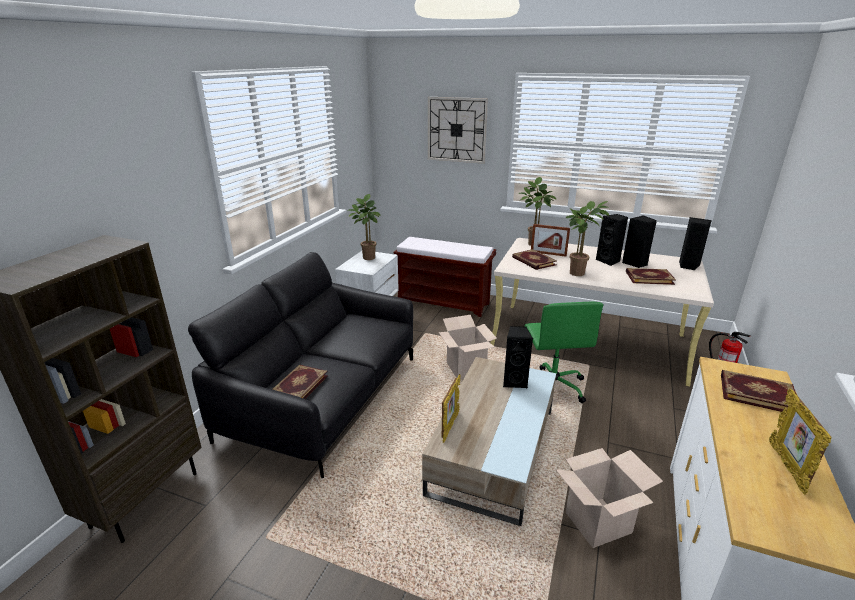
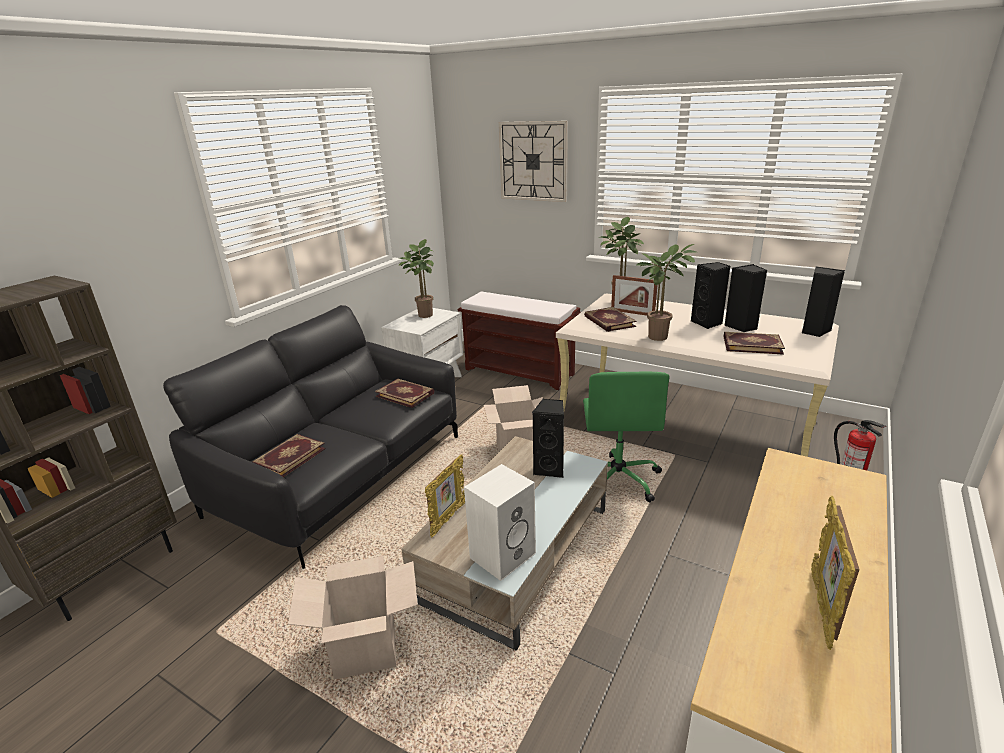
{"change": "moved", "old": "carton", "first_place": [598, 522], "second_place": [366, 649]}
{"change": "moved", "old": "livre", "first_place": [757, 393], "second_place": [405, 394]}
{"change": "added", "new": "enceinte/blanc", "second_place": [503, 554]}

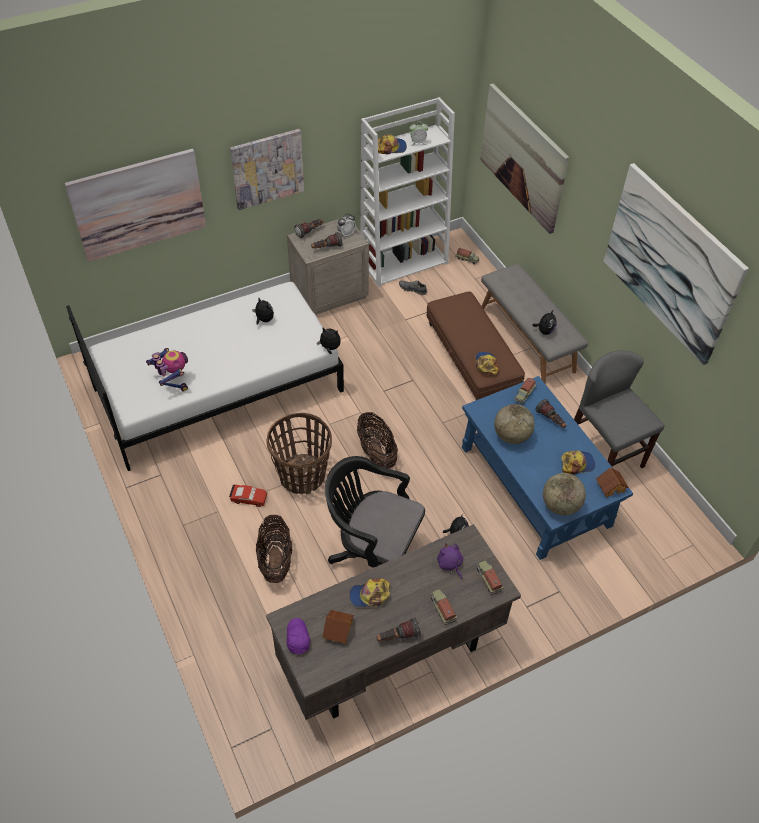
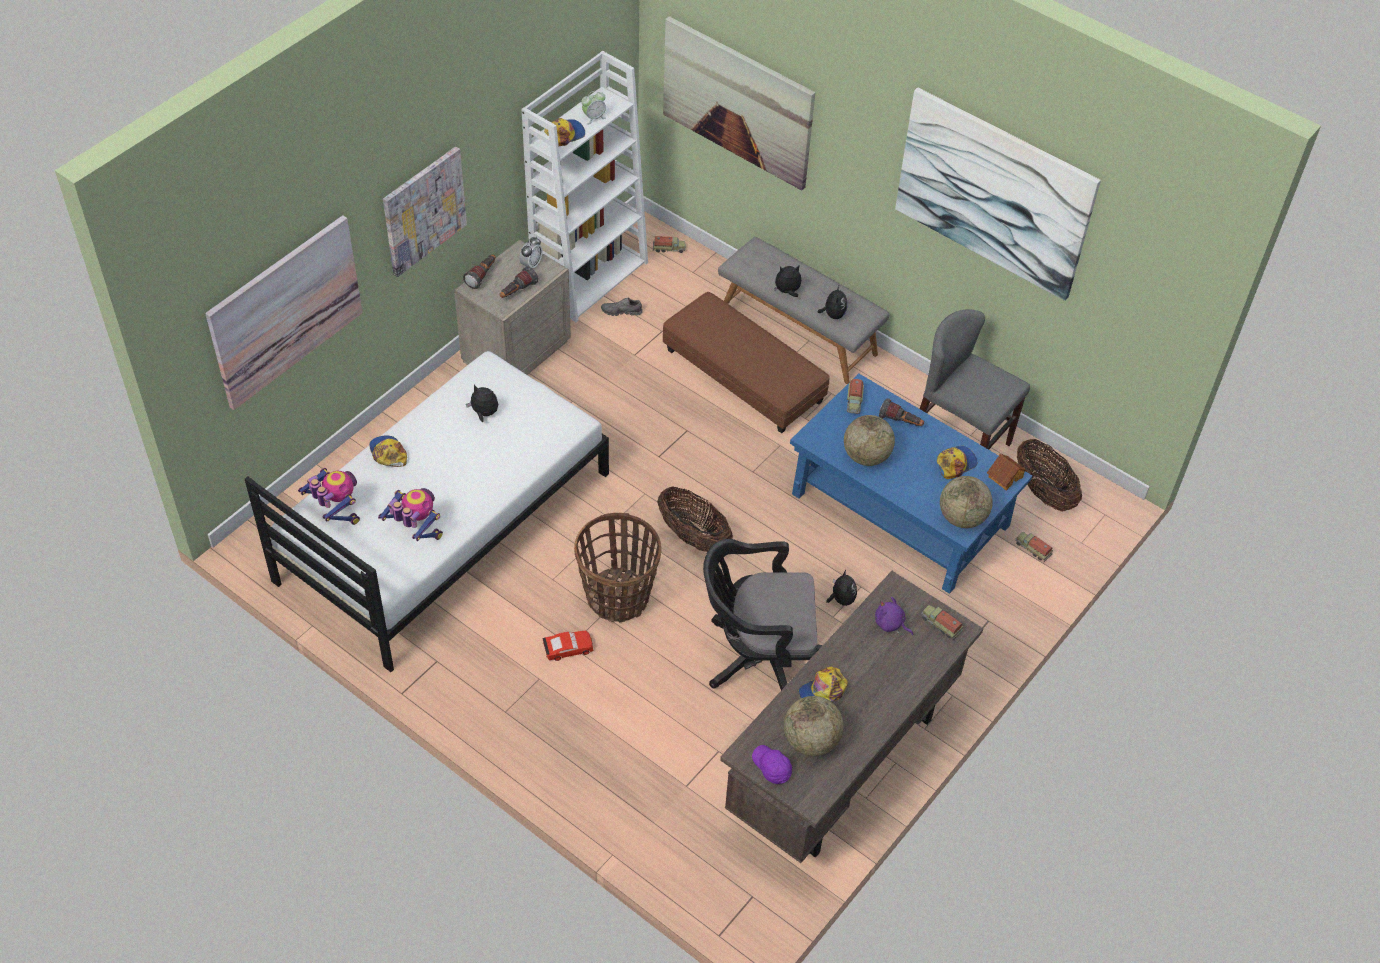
{"change": "added", "new": "robot jouet", "second_place": [335, 512]}
{"change": "moved", "old": "casquette", "first_place": [486, 364], "second_place": [388, 453]}
{"change": "moved", "old": "peluche", "first_place": [330, 348], "second_place": [787, 291]}
{"change": "replaced", "old": "maison miniature", "new": "globe", "first_place": [338, 630], "second_place": [811, 741]}
{"change": "moved", "old": "camion jouet", "first_place": [442, 608], "second_place": [1032, 549]}
{"change": "moved", "old": "panier", "first_place": [275, 560], "second_place": [1043, 492]}
{"change": "removed", "old": "lampe de poche", "first_place": [397, 637]}

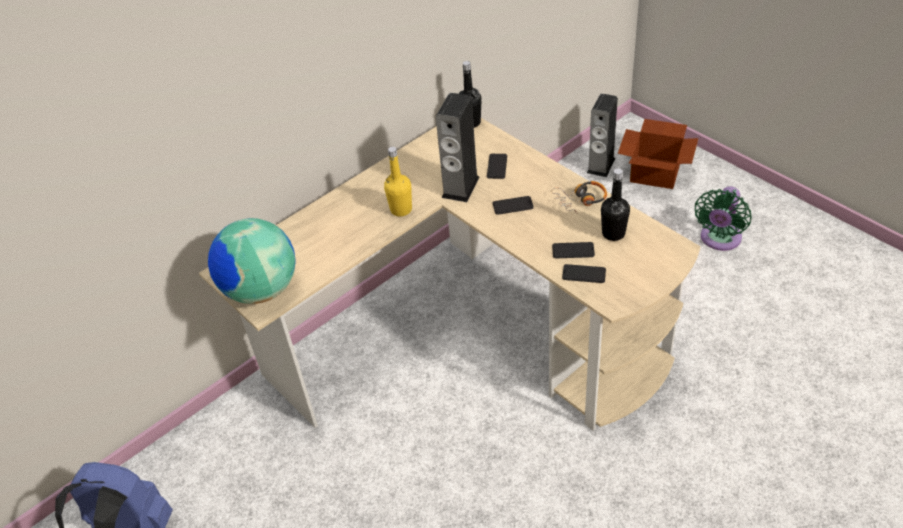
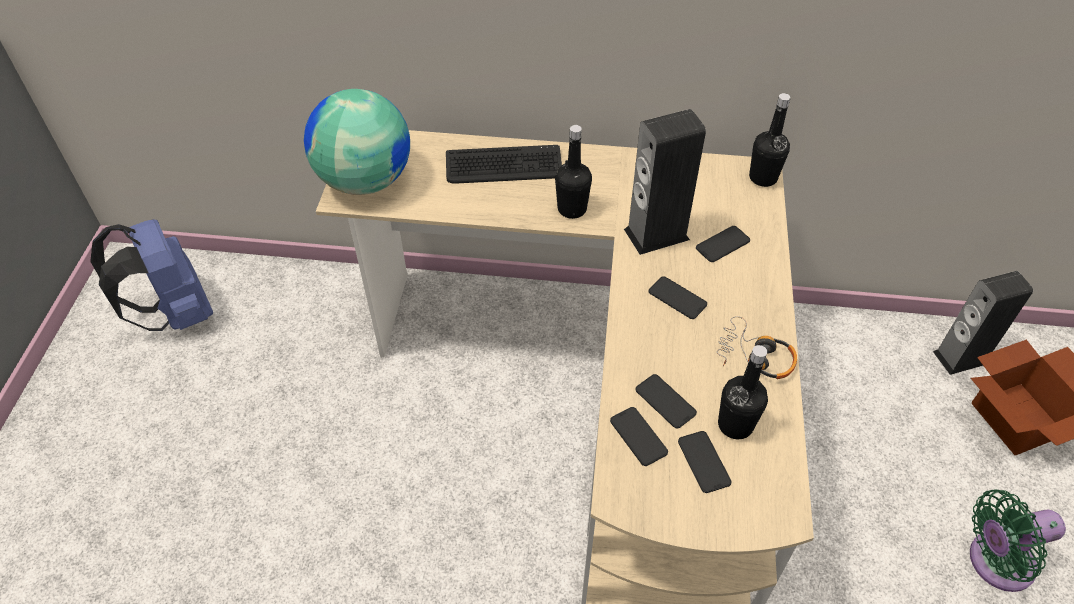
{"change": "added", "new": "clavier", "second_place": [504, 166]}
{"change": "recoloured", "old": "bouteille/jaune", "new": "bouteille/noir", "first_place": [401, 209], "second_place": [572, 209]}
{"change": "added", "new": "téléphone", "second_place": [704, 462]}

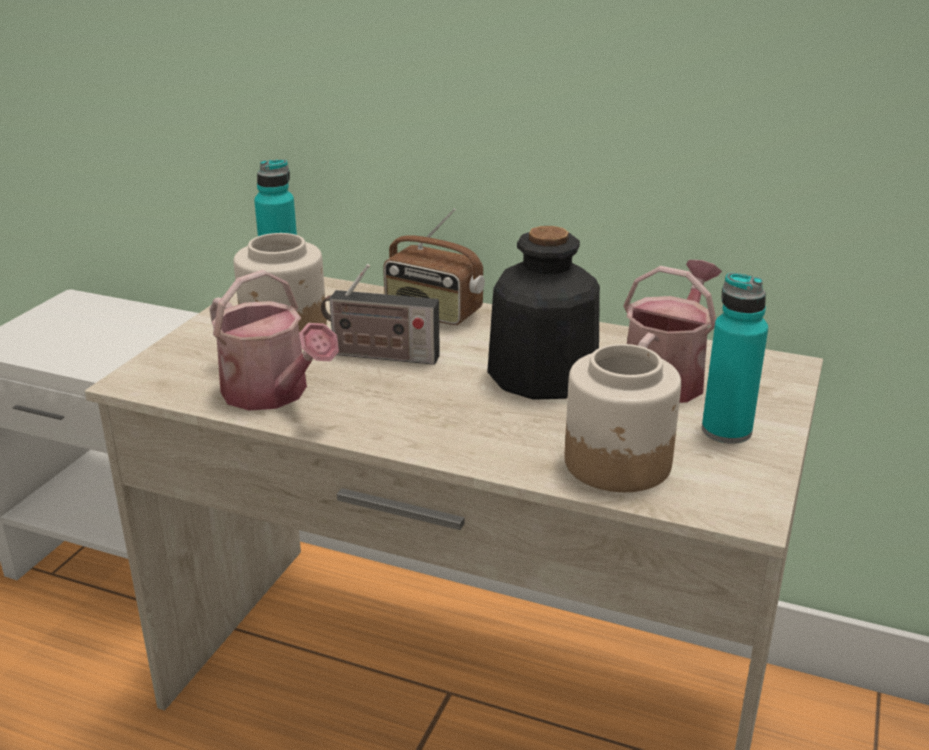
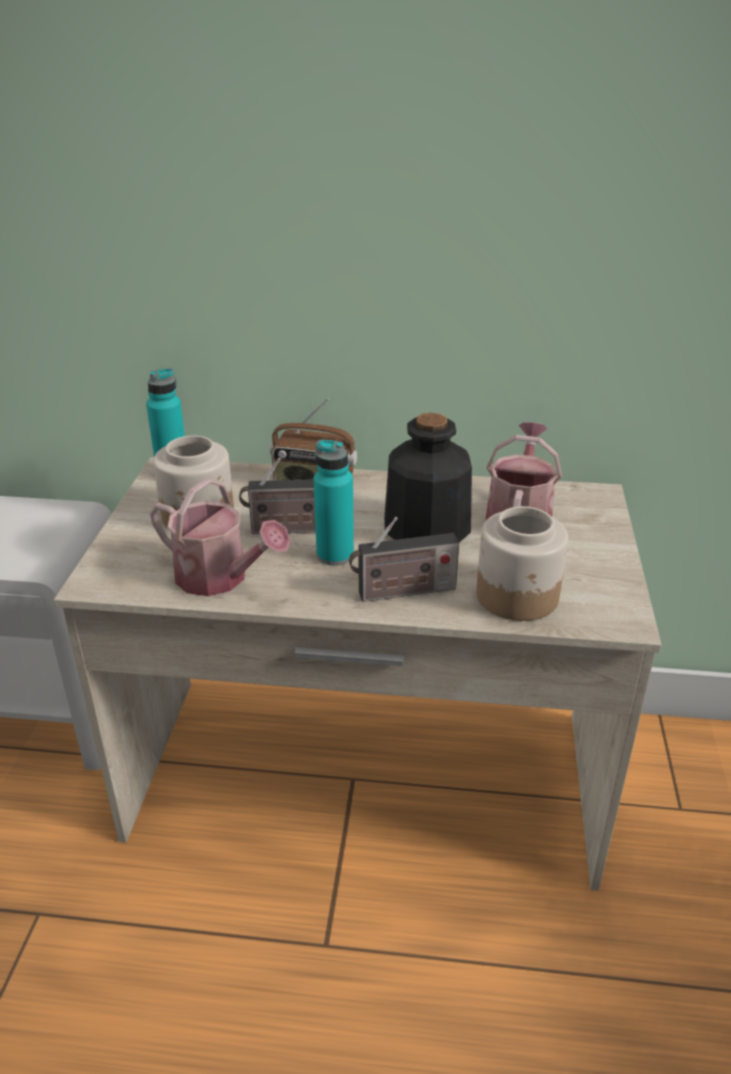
{"change": "moved", "old": "bouteille/turquoise", "first_place": [726, 431], "second_place": [335, 555]}
{"change": "added", "new": "radio", "second_place": [402, 592]}

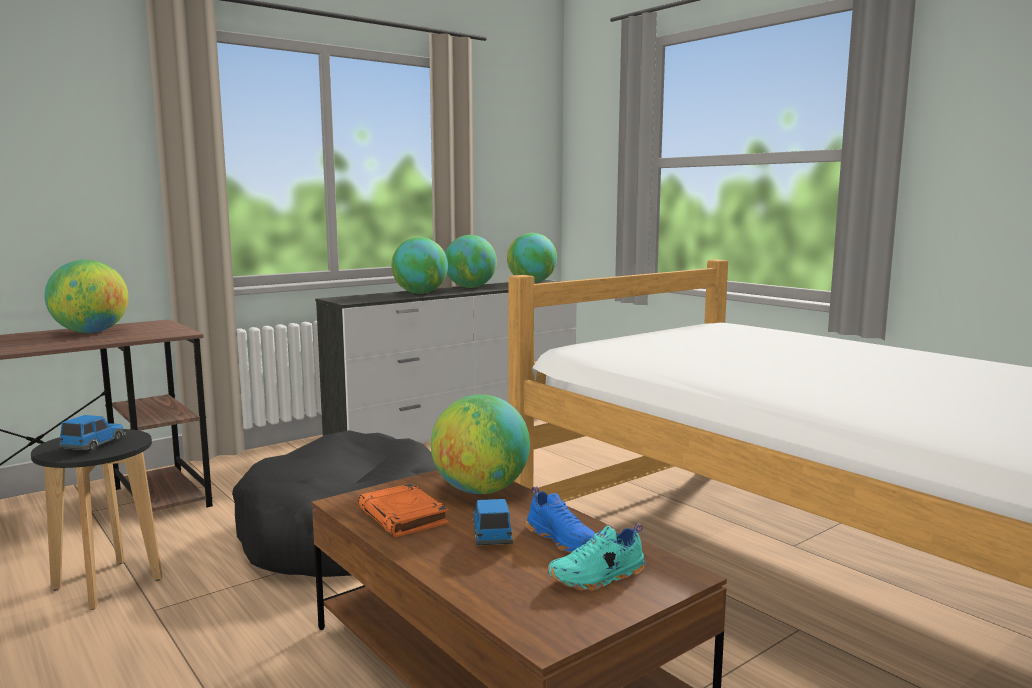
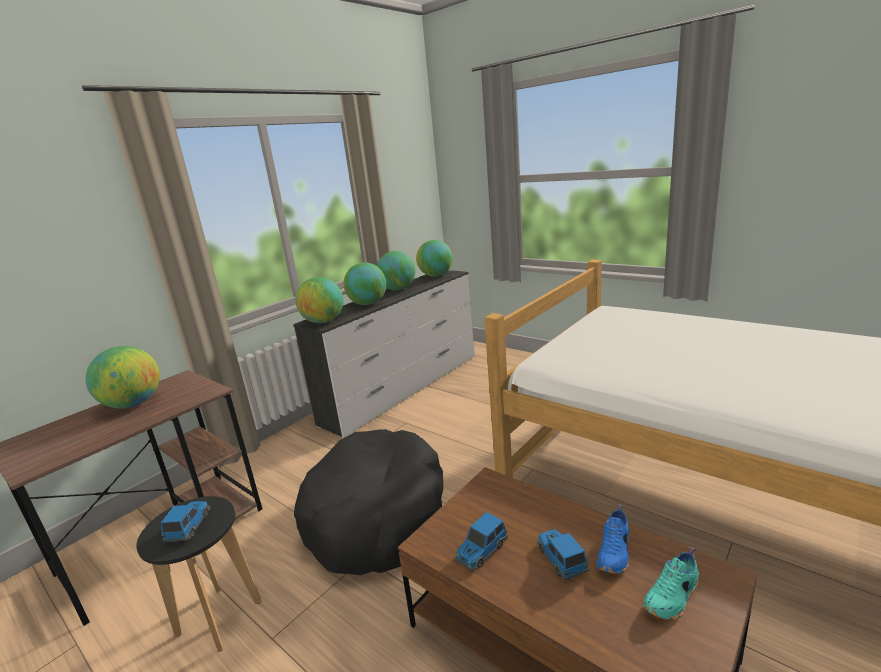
{"change": "moved", "old": "globe", "first_place": [481, 490], "second_place": [324, 322]}
{"change": "replaced", "old": "livre/orange", "new": "petite voiture", "first_place": [403, 517], "second_place": [481, 551]}
{"change": "turned", "old": "chaussure/bleu", "first_place": [563, 539], "second_place": [615, 552], "degrees": 75}

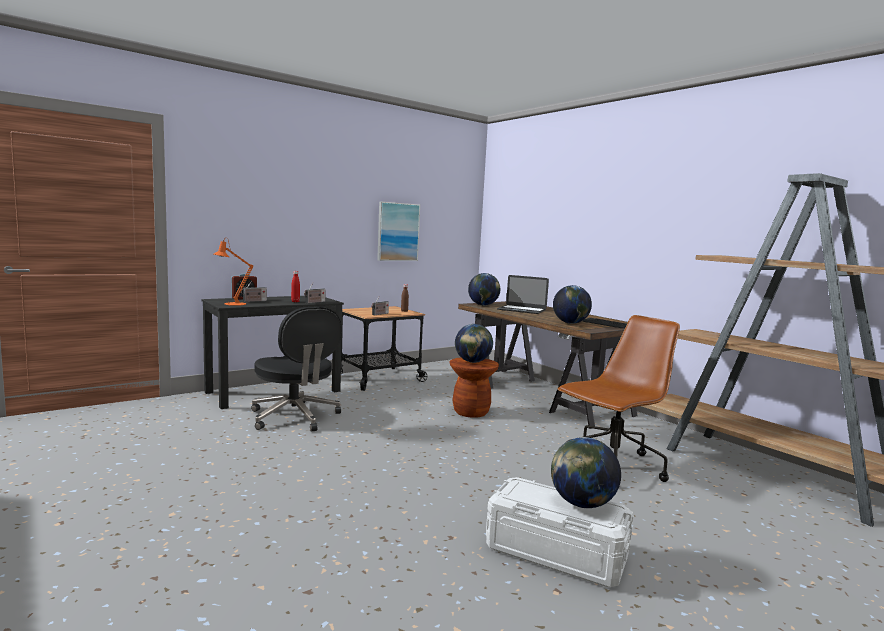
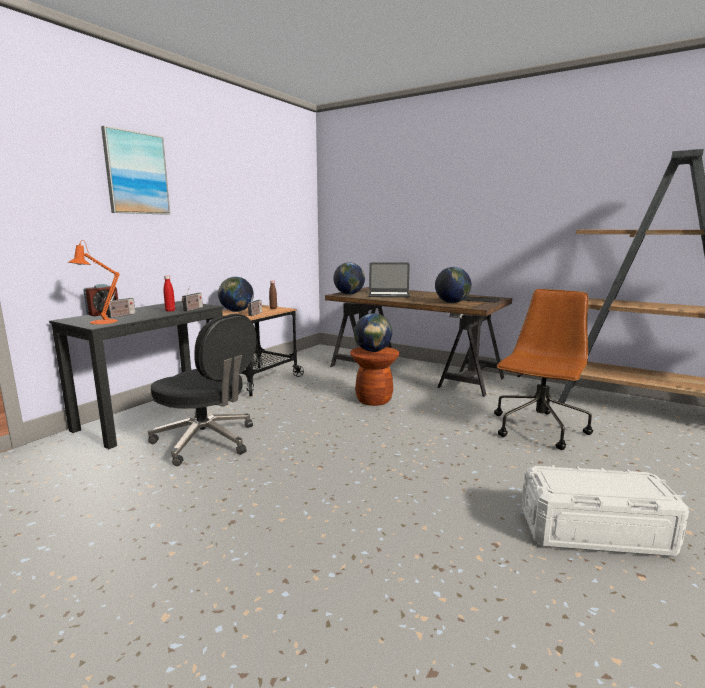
{"change": "moved", "old": "tableau", "first_place": [398, 232], "second_place": [136, 173]}
{"change": "moved", "old": "globe", "first_place": [582, 504], "second_place": [236, 311]}

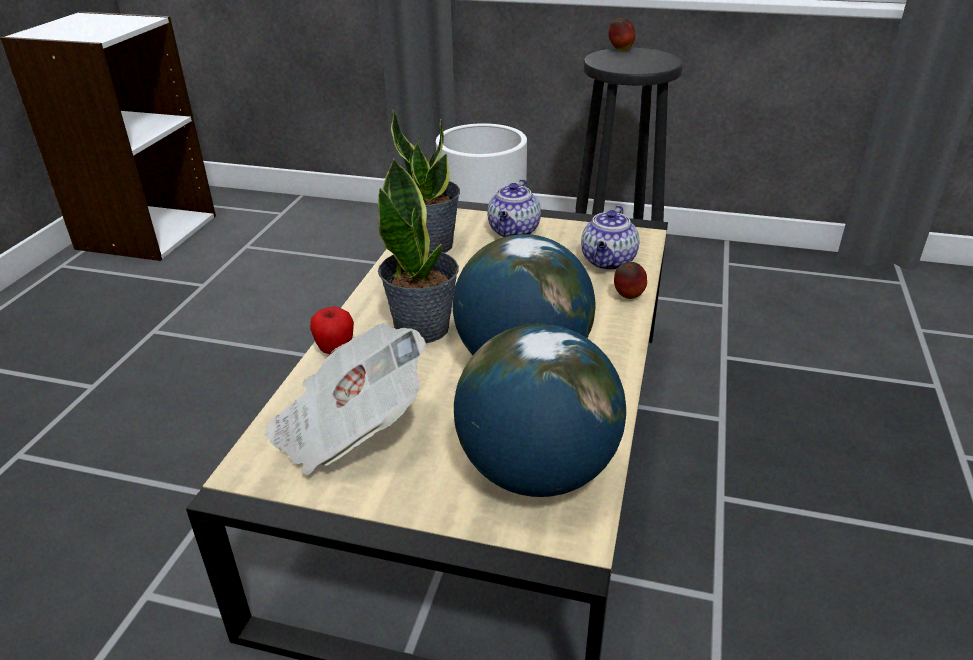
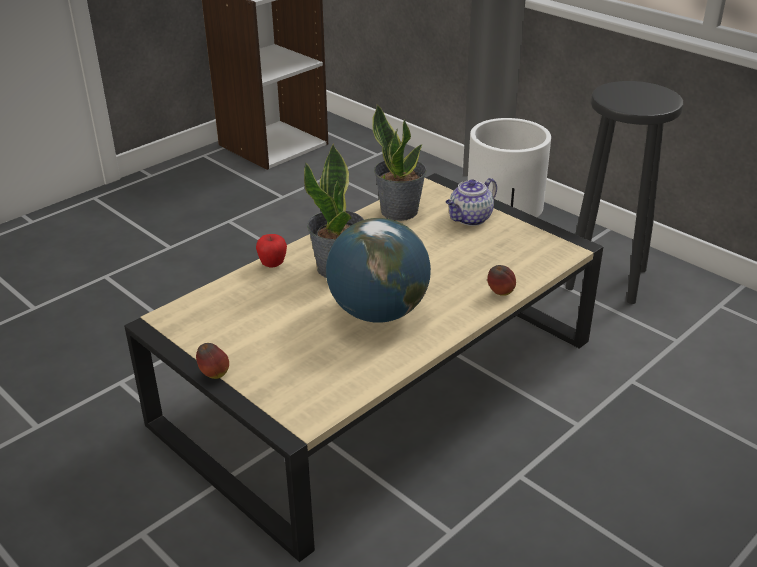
{"change": "moved", "old": "pomme", "first_place": [620, 50], "second_place": [214, 375]}
{"change": "removed", "old": "journal", "first_place": [348, 429]}
{"change": "removed", "old": "globe", "first_place": [538, 472]}
{"change": "removed", "old": "théière", "first_place": [608, 262]}

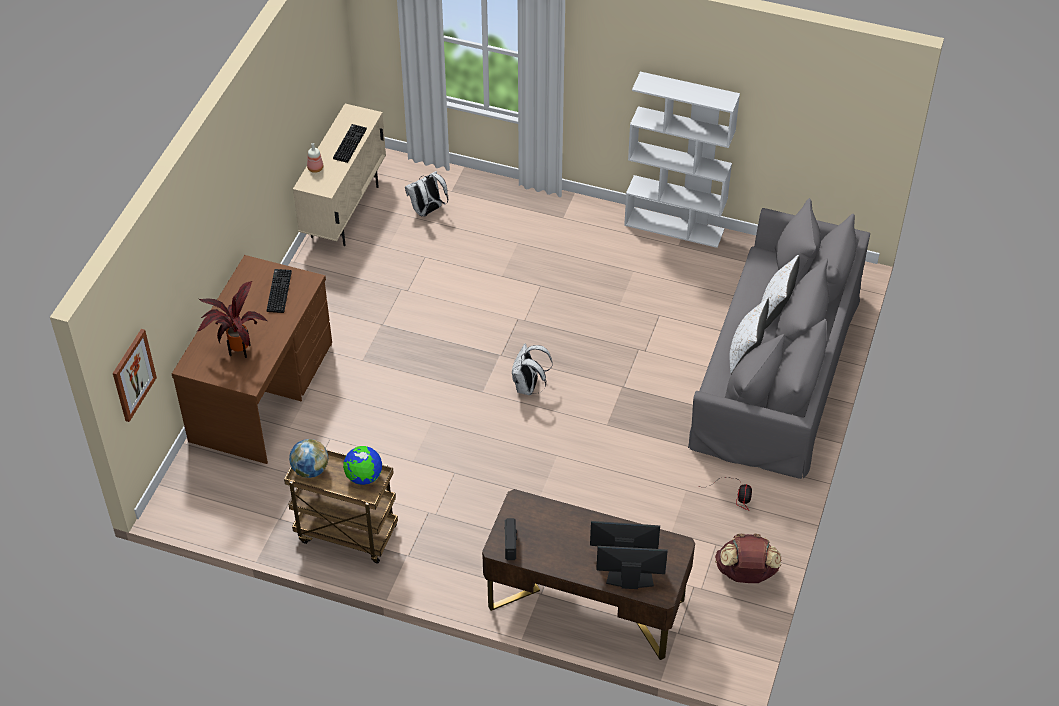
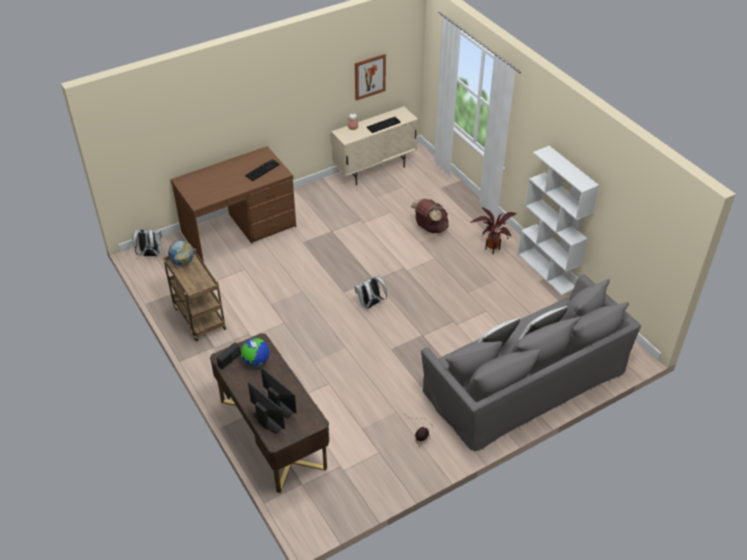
{"change": "moved", "old": "sac à dos/blanc", "first_place": [427, 211], "second_place": [150, 254]}
{"change": "moved", "old": "globe", "first_place": [364, 477], "second_place": [256, 361]}
{"change": "moved", "old": "tableau", "first_place": [133, 375], "second_place": [369, 76]}
{"change": "moved", "old": "sac à dos/marron", "first_place": [746, 574], "second_place": [430, 228]}
{"change": "moved", "old": "plante en pot", "first_place": [238, 349], "second_place": [492, 248]}

